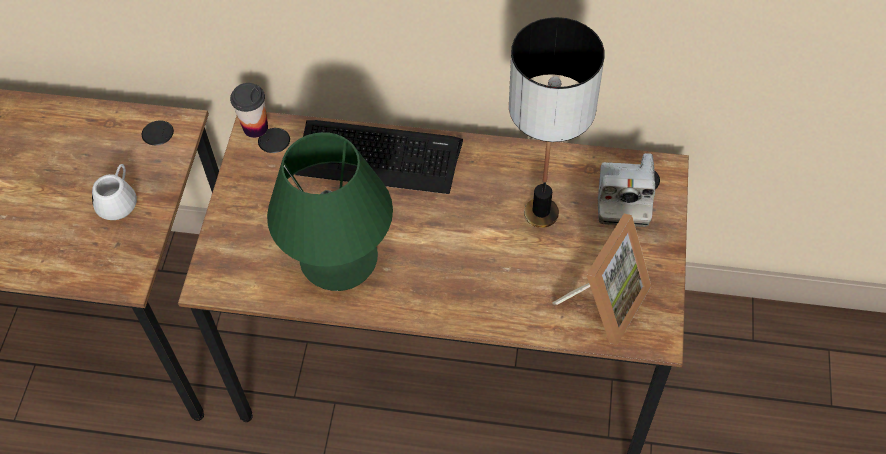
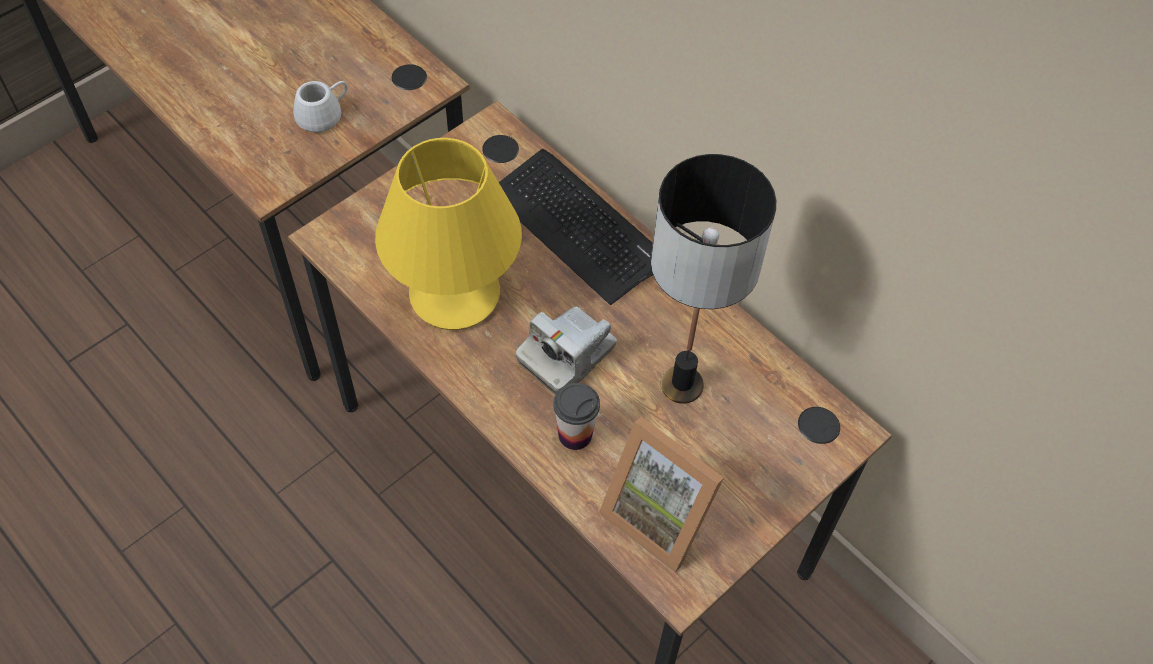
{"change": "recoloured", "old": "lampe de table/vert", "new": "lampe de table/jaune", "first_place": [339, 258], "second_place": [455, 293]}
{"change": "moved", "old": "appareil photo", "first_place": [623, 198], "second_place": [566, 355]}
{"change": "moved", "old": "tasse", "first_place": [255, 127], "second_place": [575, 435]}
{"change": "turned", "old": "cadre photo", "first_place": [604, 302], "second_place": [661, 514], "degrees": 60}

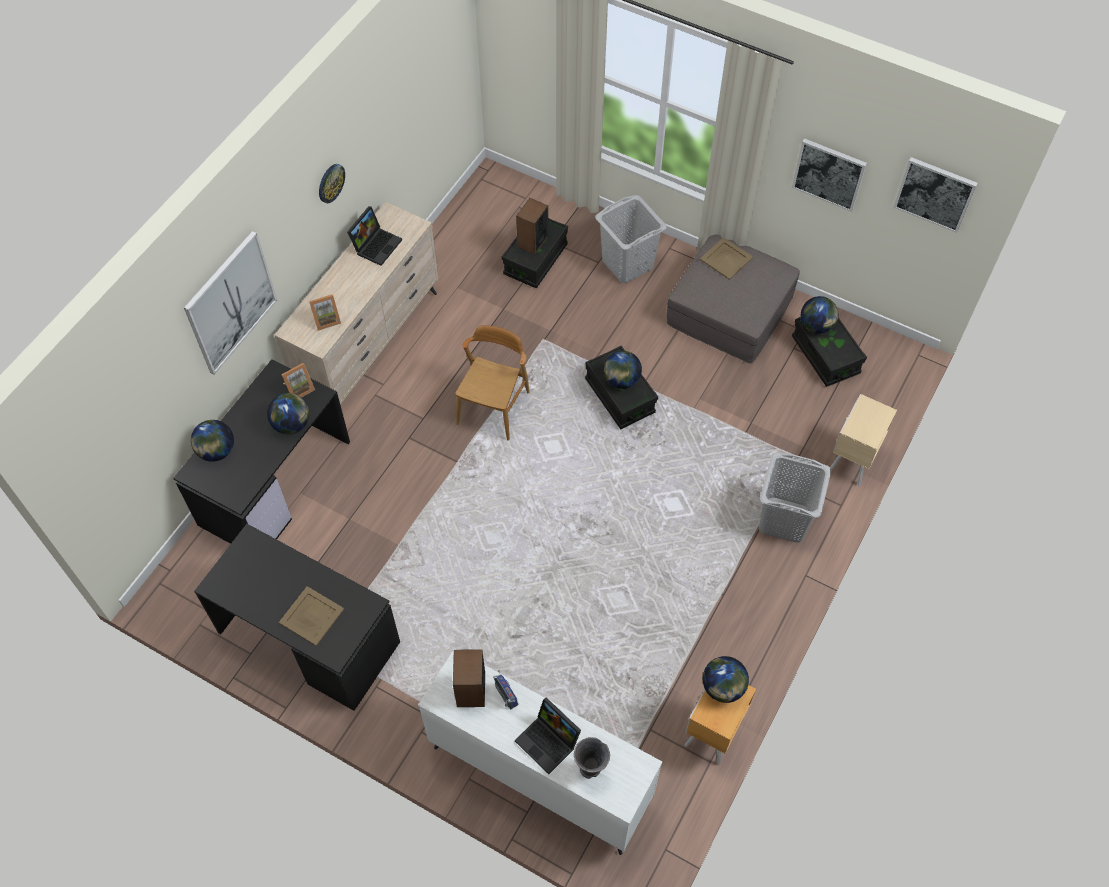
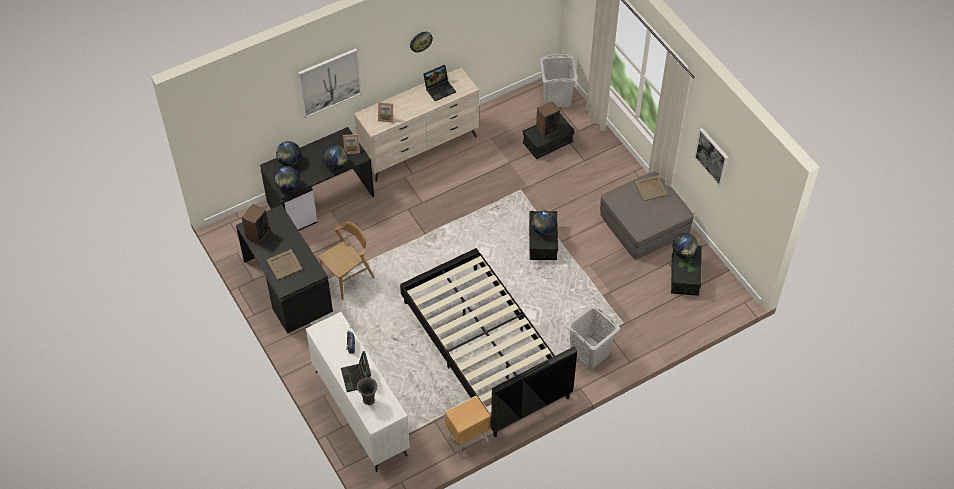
{"change": "moved", "old": "enceinte", "first_place": [470, 690], "second_place": [257, 234]}
{"change": "moved", "old": "globe", "first_place": [723, 687], "second_place": [288, 186]}
{"change": "moved", "old": "chaise/marron", "first_place": [494, 408], "second_place": [347, 277]}
{"change": "added", "new": "lit/noir", "second_place": [485, 349]}
{"change": "moved", "old": "panier à linge/gris", "first_place": [627, 263], "second_place": [557, 97]}
{"change": "removed", "old": "table de chevet/beige", "first_place": [851, 462]}
{"change": "removed", "old": "tableau", "first_place": [935, 194]}

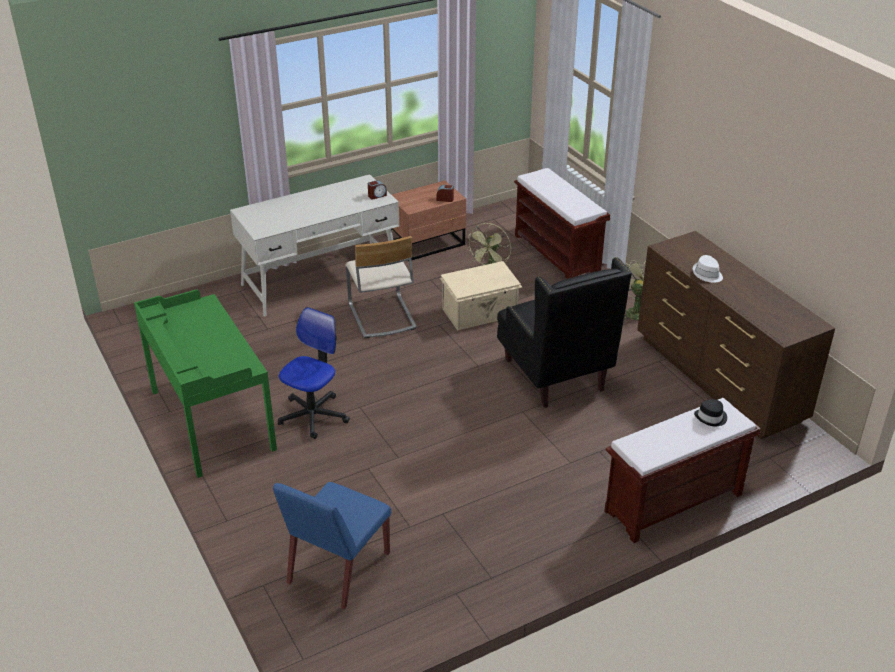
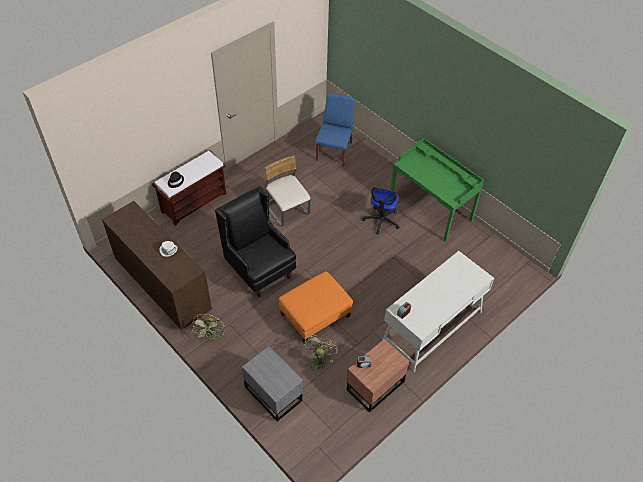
{"change": "replaced", "old": "banc/marron", "new": "table de chevet/gris", "first_place": [557, 254], "second_place": [273, 392]}
{"change": "moved", "old": "chaise/beige", "first_place": [381, 316], "second_place": [287, 210]}
{"change": "replaced", "old": "boîte de rangement/beige", "new": "pouf/orange", "first_place": [480, 313], "second_place": [315, 315]}

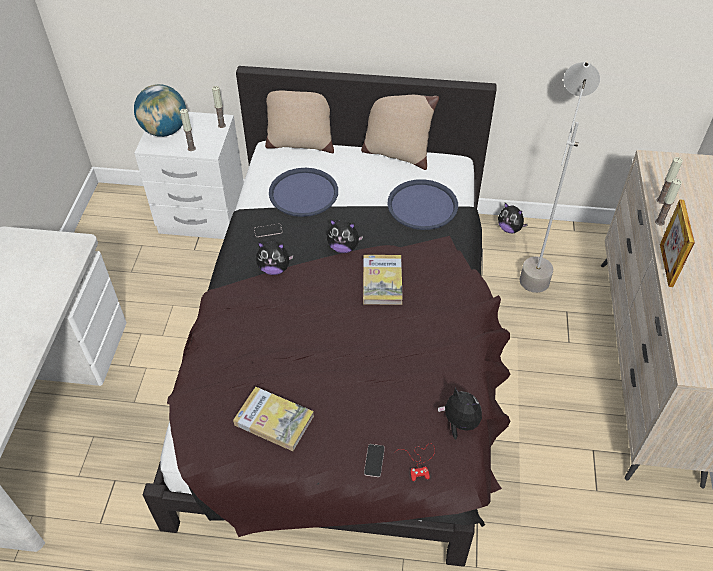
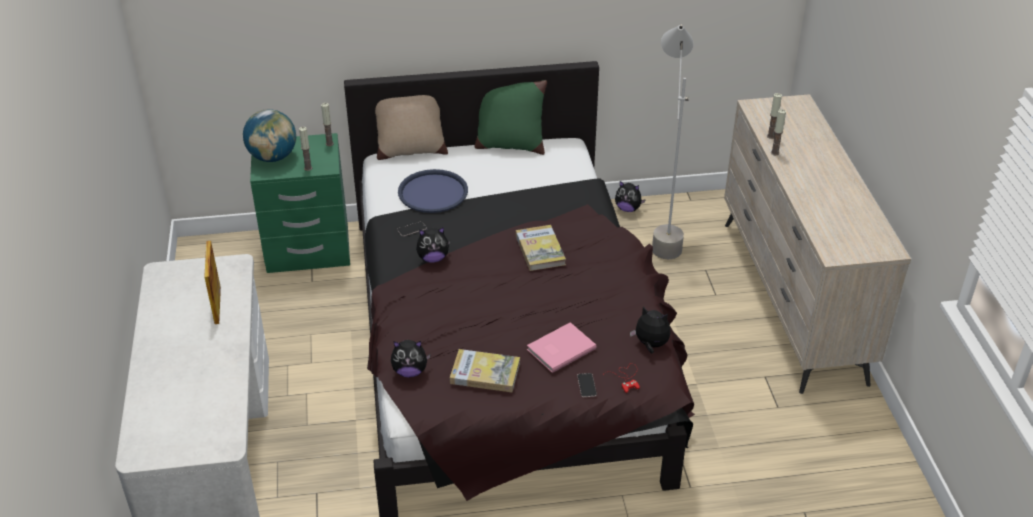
{"change": "moved", "old": "cadre photo", "first_place": [666, 265], "second_place": [217, 305]}
{"change": "recoloured", "old": "table de chevet/blanc", "new": "table de chevet/vert", "first_place": [202, 217], "second_place": [308, 250]}
{"change": "moved", "old": "peluche", "first_place": [343, 247], "second_place": [410, 371]}
{"change": "recoloured", "old": "coussin/beige", "new": "coussin/vert", "first_place": [396, 153], "second_place": [509, 145]}
{"change": "added", "new": "livre/rose", "second_place": [559, 348]}
{"change": "removed", "old": "plateau/bleu", "first_place": [422, 205]}

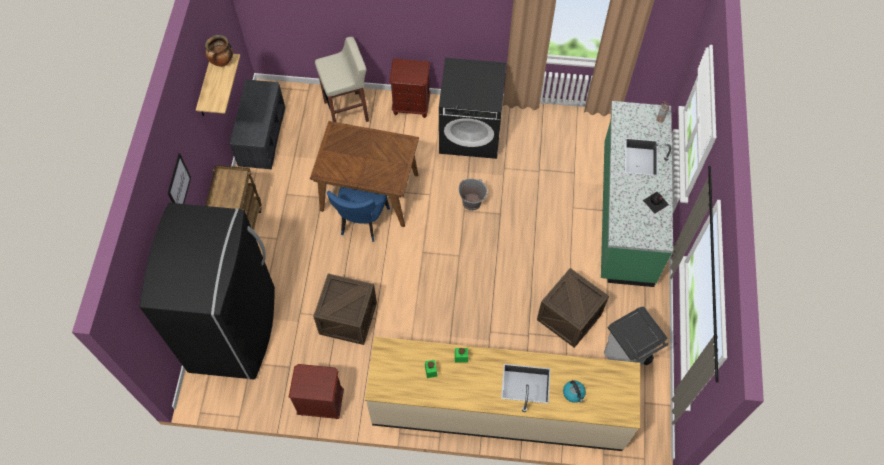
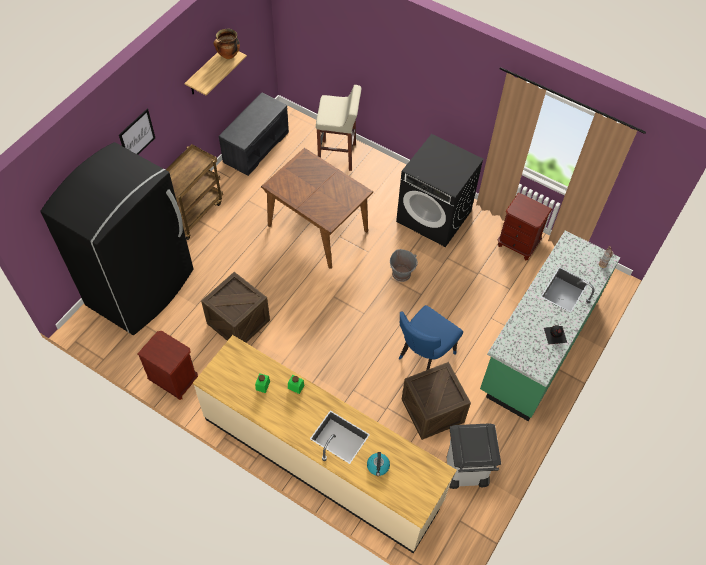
{"change": "moved", "old": "chaise/bleu", "first_place": [362, 222], "second_place": [423, 355]}
{"change": "moved", "old": "table de chevet/marron", "first_place": [411, 106], "second_place": [517, 244]}

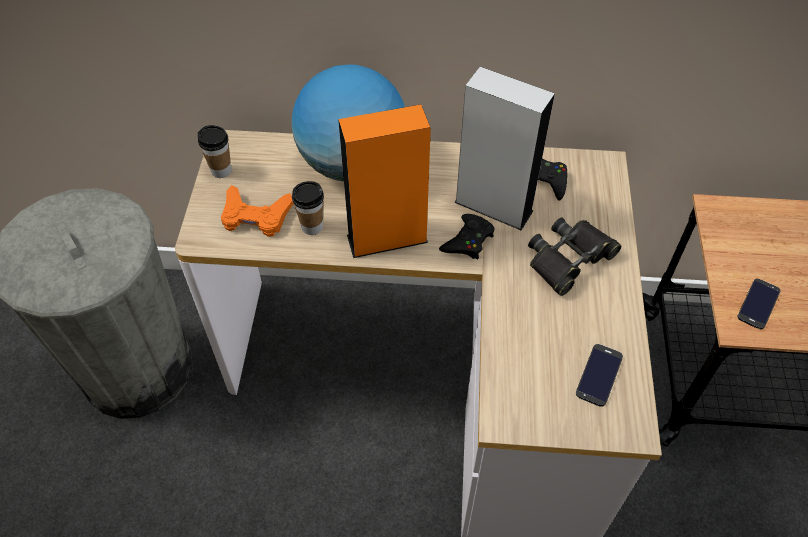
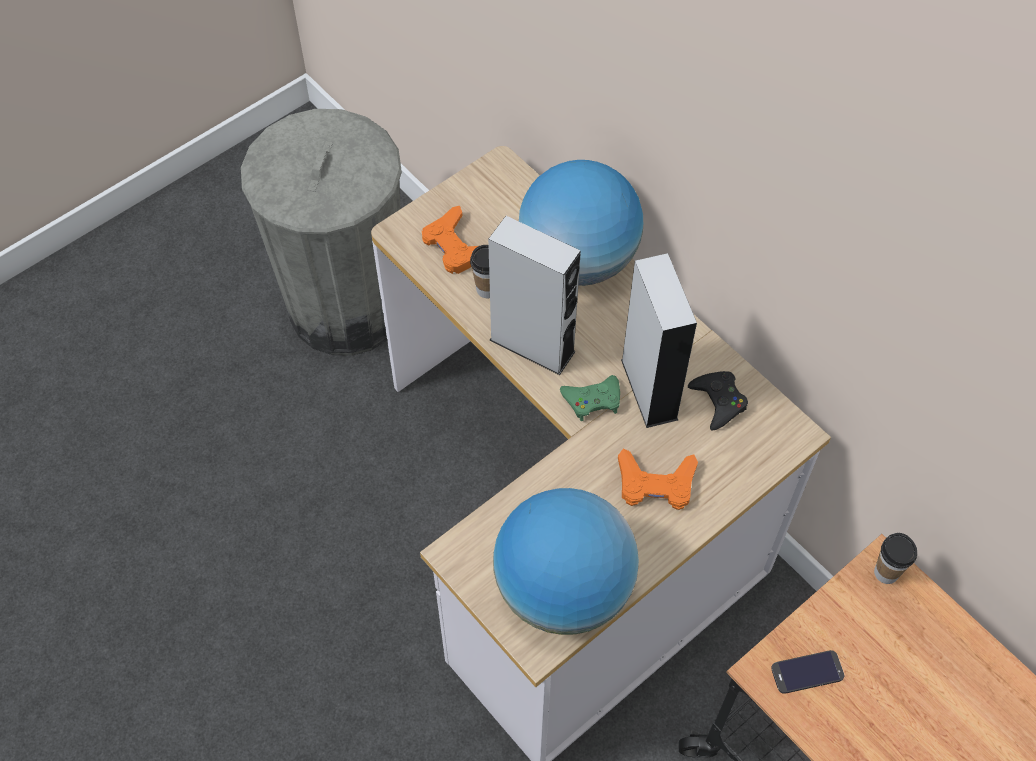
{"change": "recoloured", "old": "enceinte/orange", "new": "enceinte/gris", "first_place": [387, 238], "second_place": [532, 345]}
{"change": "replaced", "old": "téléphone", "new": "globe", "first_place": [599, 375], "second_place": [563, 588]}
{"change": "recoloured", "old": "manette/noir", "new": "manette/vert", "first_place": [468, 241], "second_place": [592, 400]}
{"change": "replaced", "old": "jumelles/noir", "new": "manette/orange", "first_place": [569, 259], "second_place": [655, 484]}
{"change": "moved", "old": "tasse", "first_place": [221, 170], "second_place": [886, 572]}

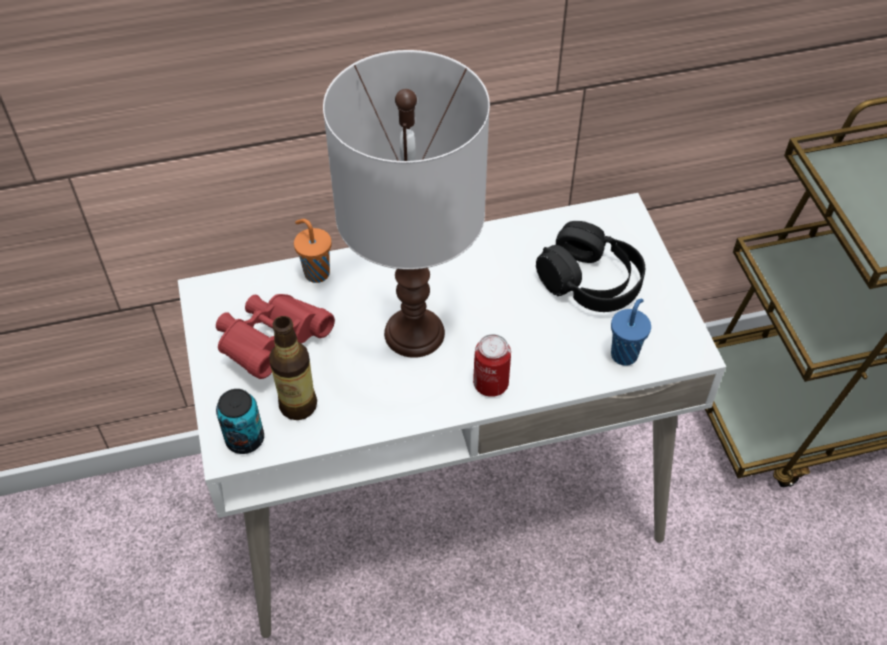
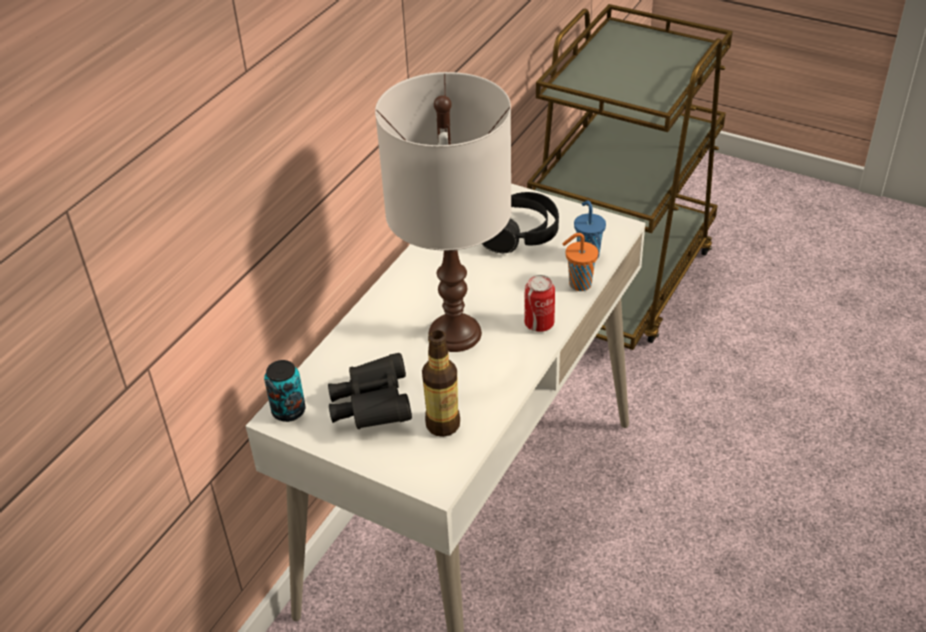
{"change": "moved", "old": "boîte métallique", "first_place": [245, 439], "second_place": [288, 411]}
{"change": "recoloured", "old": "jumelles/rouge", "new": "jumelles/noir", "first_place": [272, 343], "second_place": [372, 407]}
{"change": "moved", "old": "tasse/orange", "first_place": [315, 272], "second_place": [578, 284]}

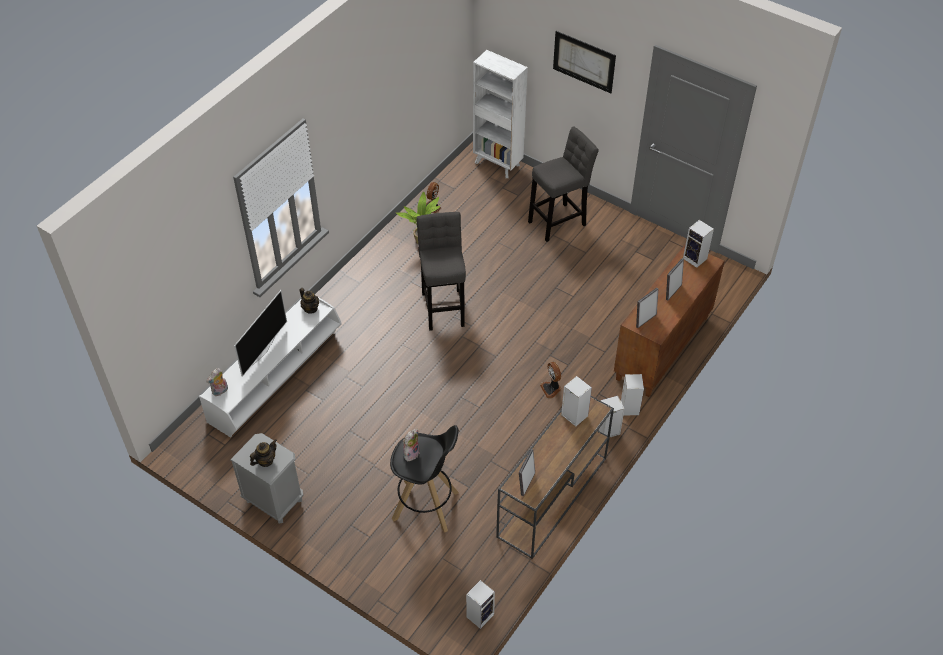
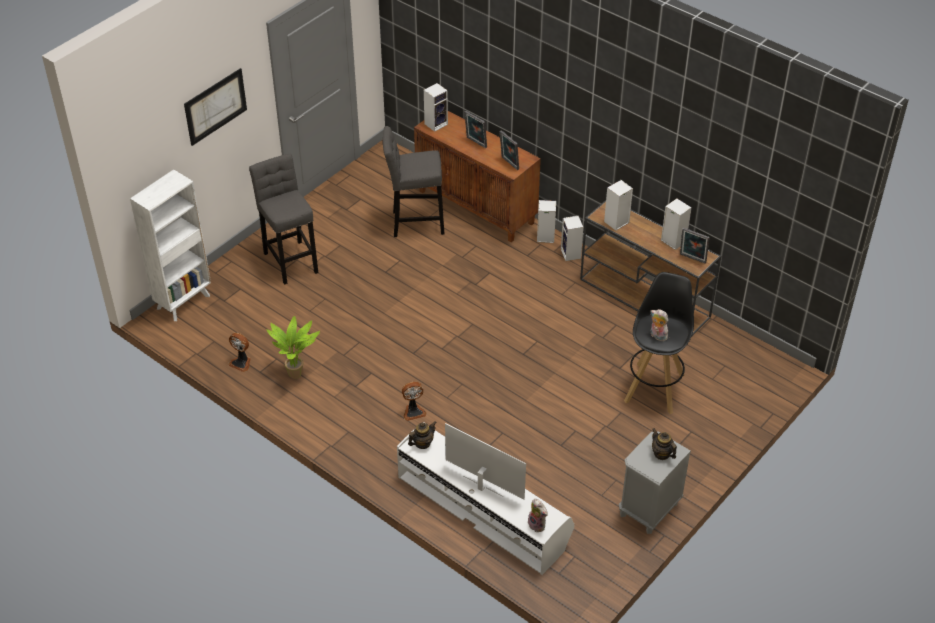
{"change": "moved", "old": "tabouret/gris", "first_place": [443, 307], "second_place": [414, 223]}
{"change": "moved", "old": "ventilateur", "first_place": [551, 388], "second_place": [413, 411]}
{"change": "moved", "old": "enceinte", "first_place": [480, 615], "second_place": [672, 241]}

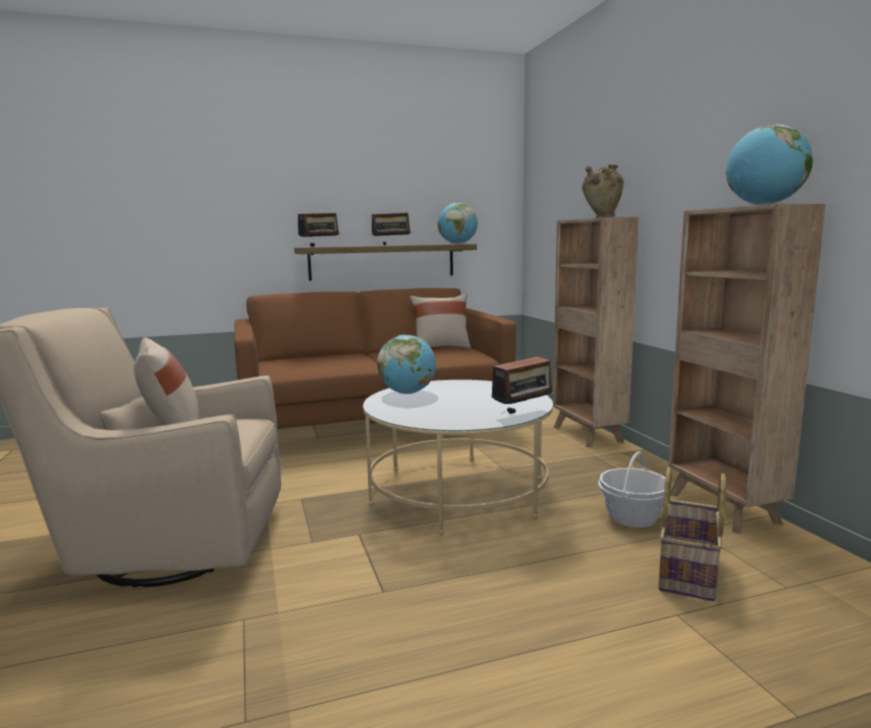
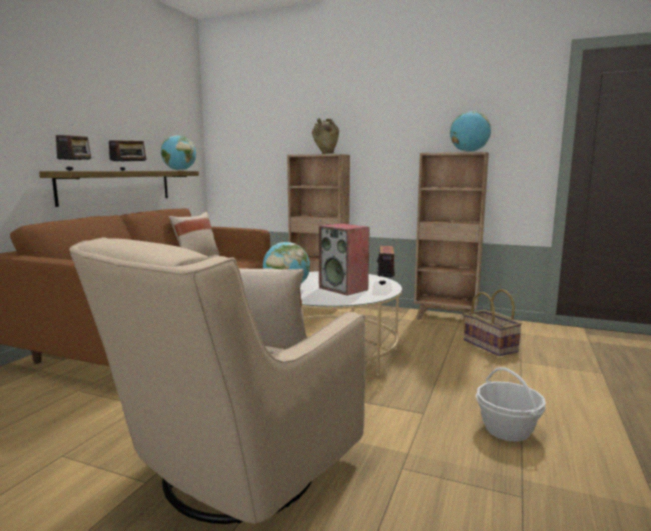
{"change": "added", "new": "enceinte", "second_place": [344, 289]}
{"change": "moved", "old": "panier", "first_place": [632, 517], "second_place": [507, 429]}

